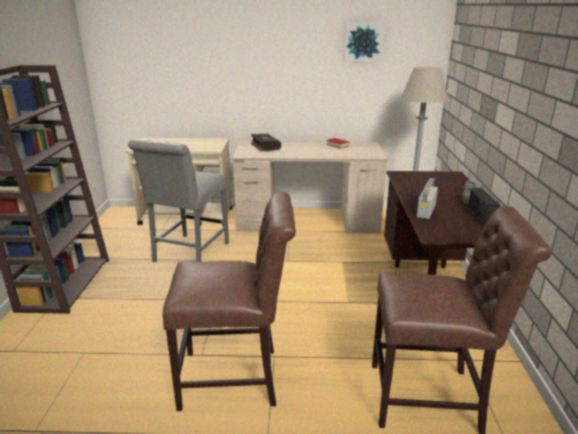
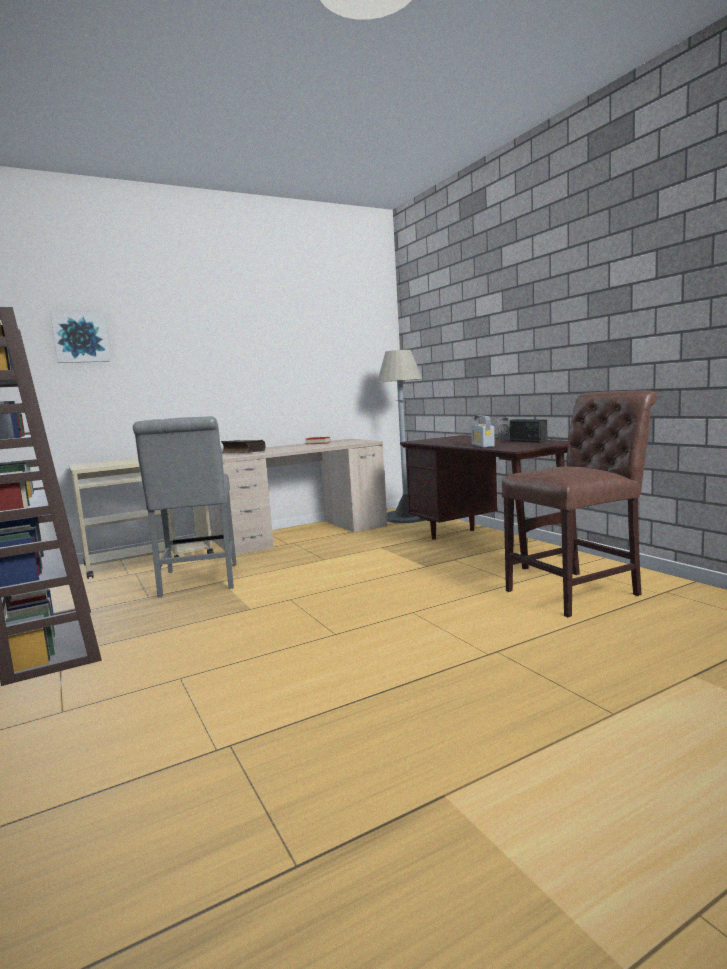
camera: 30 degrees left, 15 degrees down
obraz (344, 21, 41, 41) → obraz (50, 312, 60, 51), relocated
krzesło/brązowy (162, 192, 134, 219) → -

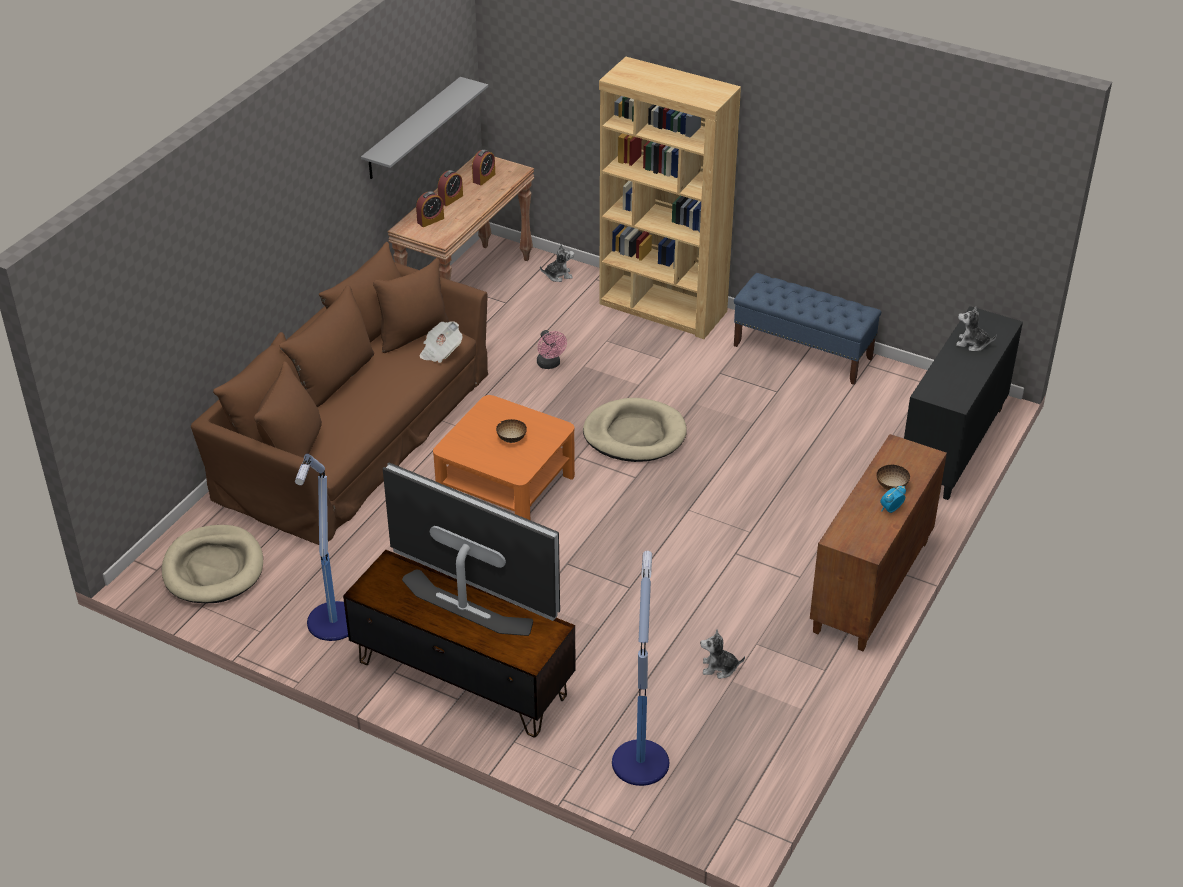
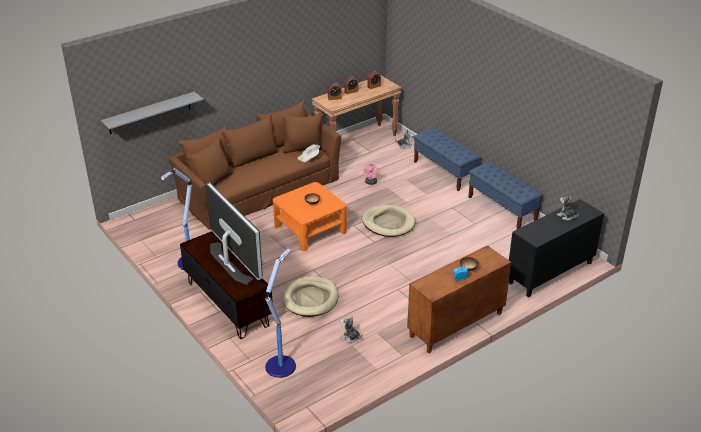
camera: 25 degrees right, 5 degrees down
regał/brązowy (599, 57, 142, 282) → ławka/niebieski (414, 128, 67, 63)
półka/szary (361, 77, 127, 102) → półka/szary (101, 92, 102, 42), relocated
legowisko/beżowy (162, 525, 101, 78) → legowisko/beżowy (283, 276, 55, 41), relocated

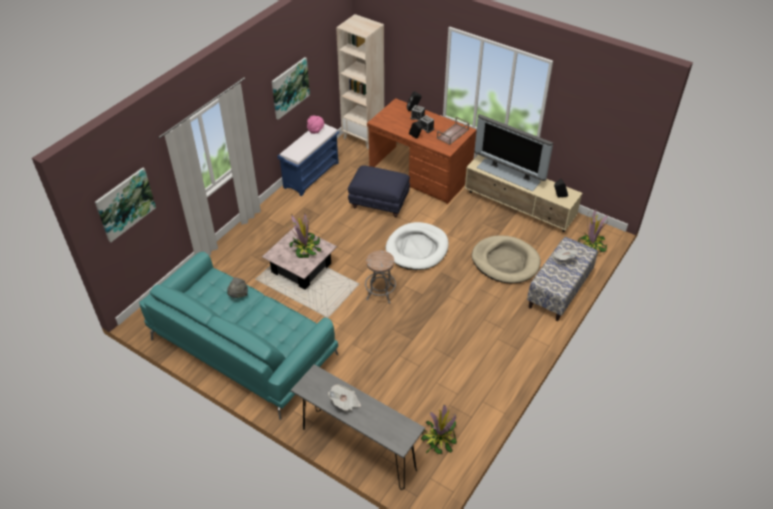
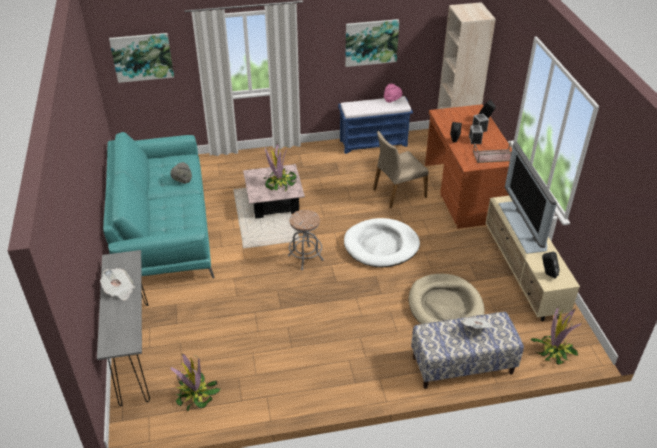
camera: 45 degrees right, 5 degrees down
pufa/niebieski (348, 165, 62, 52) → krzesło/beżowy (373, 131, 55, 77)

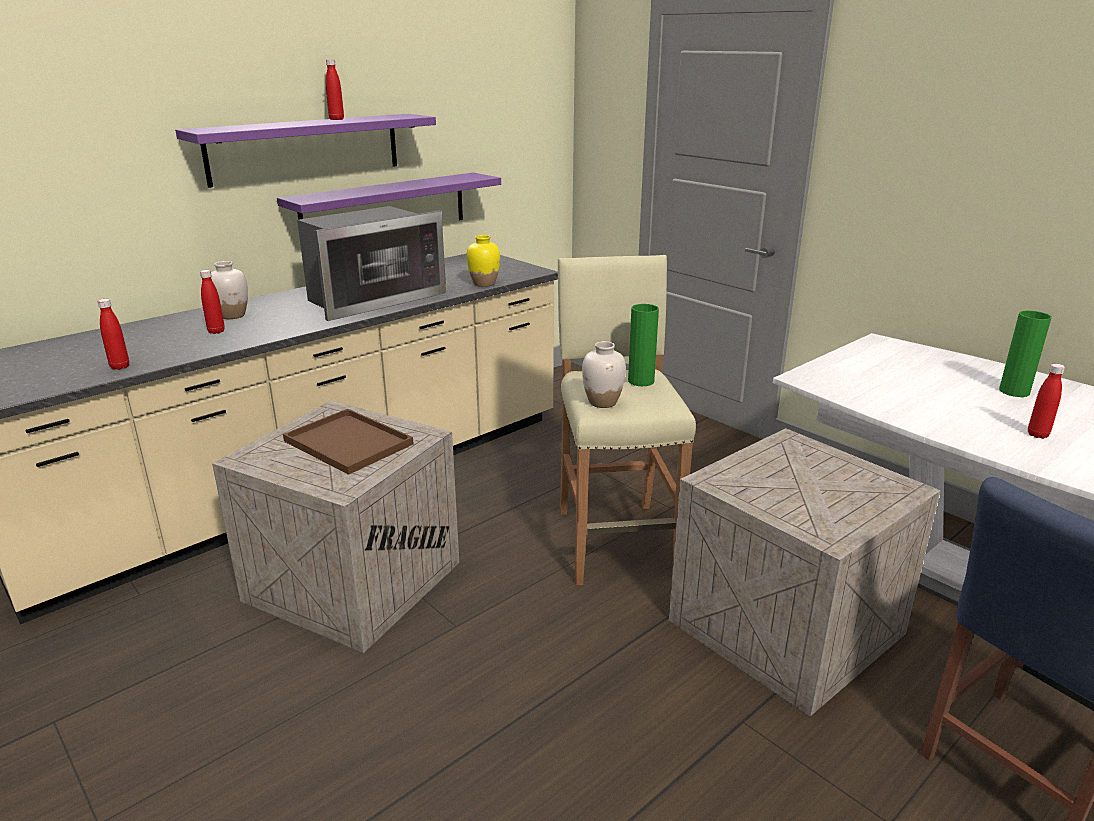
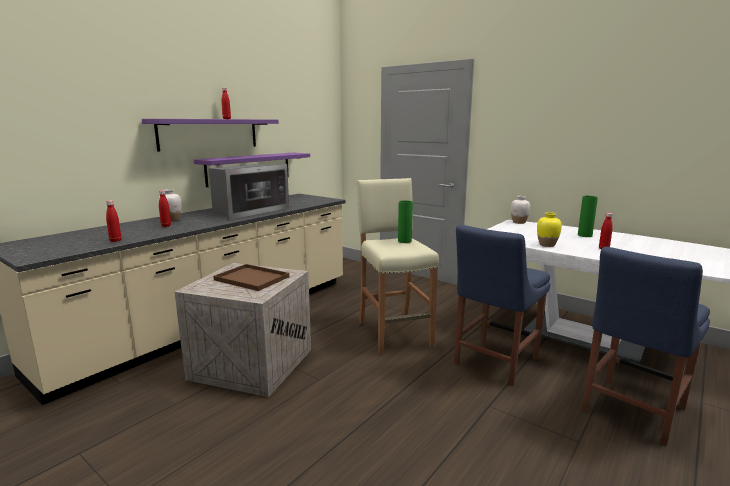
camera: 10 degrees left, 10 degrees down
wazon/żółty (467, 235, 33, 52) → wazon/żółty (537, 212, 25, 35), relocated
wazon/biały (582, 341, 44, 67) → wazon/biały (511, 196, 19, 28), relocated
skrzynka (669, 428, 272, 288) → krzesło/niebieski (454, 225, 97, 161)

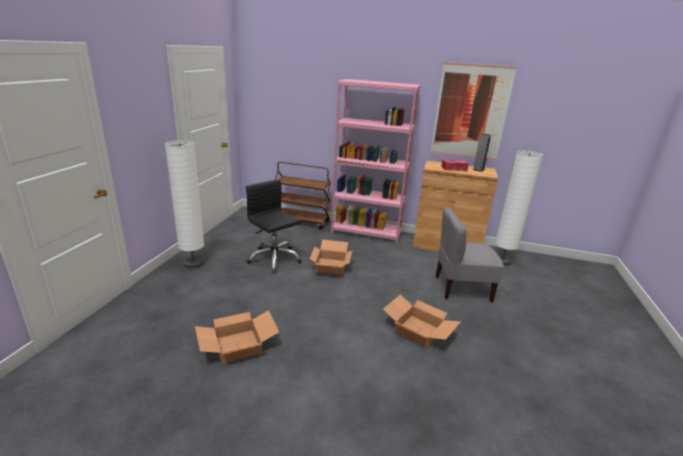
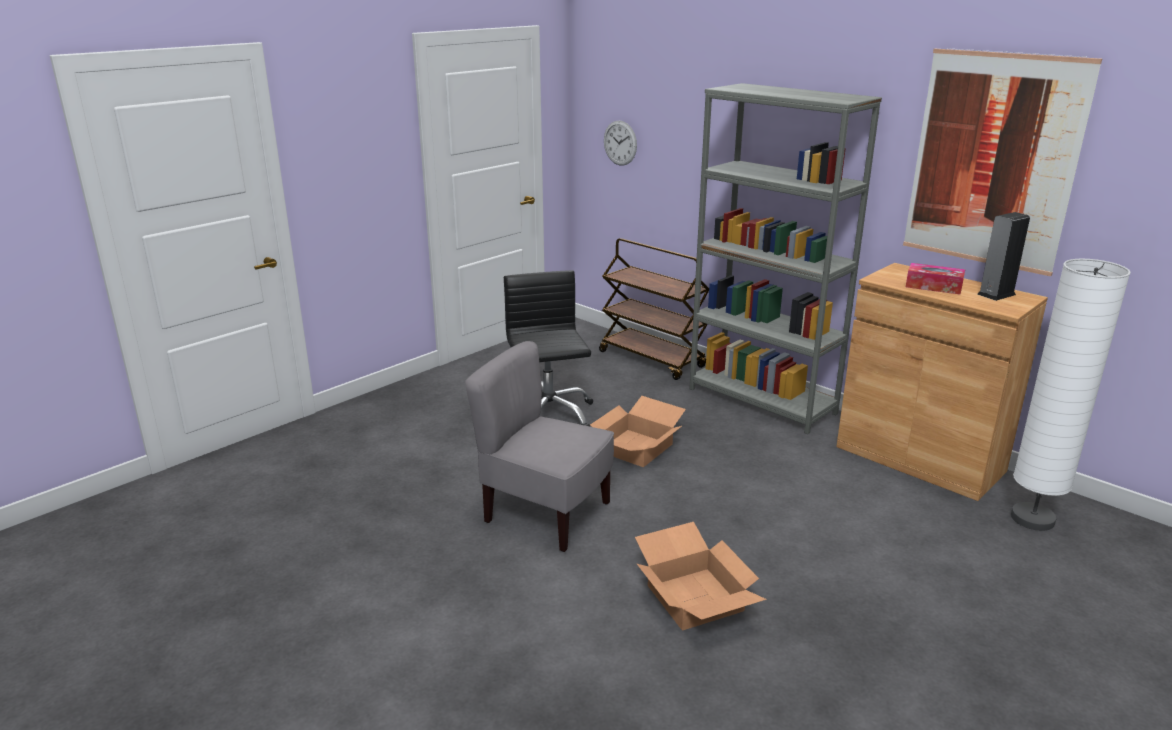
camera: 30 degrees right, 0 degrees up
regał/różowy (331, 79, 89, 165) → regał/szary (689, 83, 193, 351)
lampa stojąca/biały (165, 140, 39, 128) → -
krzesło/szary (436, 207, 68, 95) → krzesło/szary (465, 341, 149, 211), relocated
karton (195, 310, 84, 54) → -
- → zegar ścienny (604, 121, 33, 45)

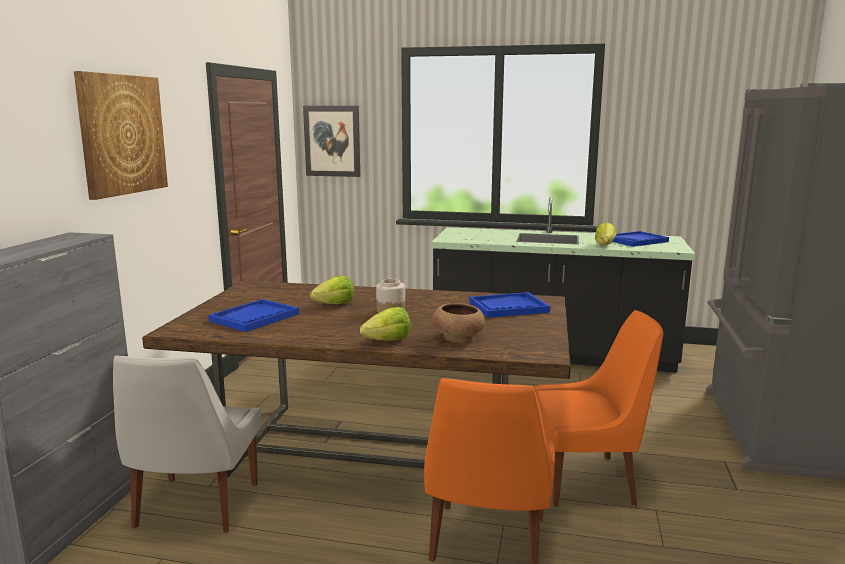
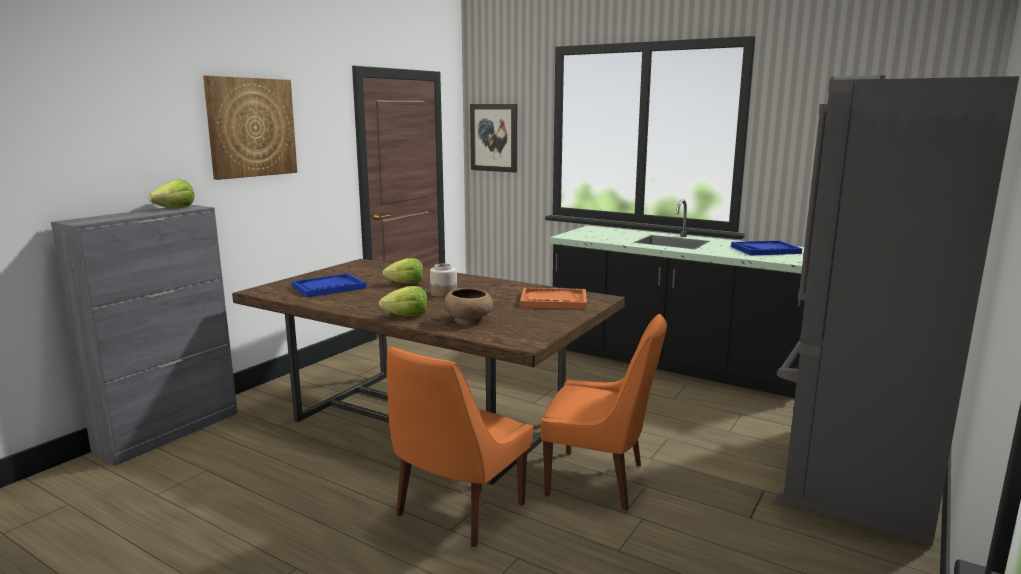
camera: 20 degrees right, 0 degrees up
sałata (595, 222, 22, 23) → sałata (149, 180, 45, 28), relocated
taca/niebieski (469, 292, 81, 26) → taca/pomarańczowy (520, 288, 67, 21)
krzesło/biały (113, 356, 148, 177) → -

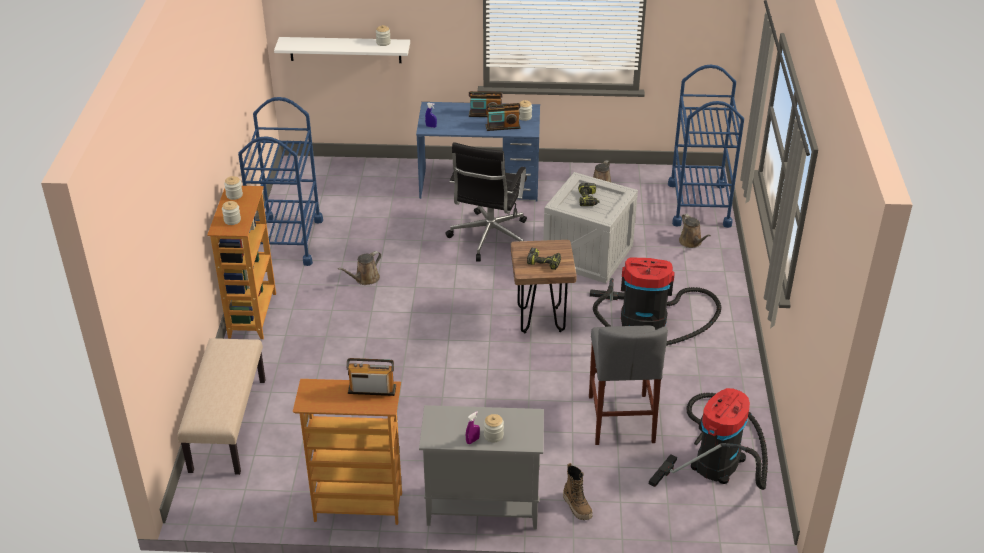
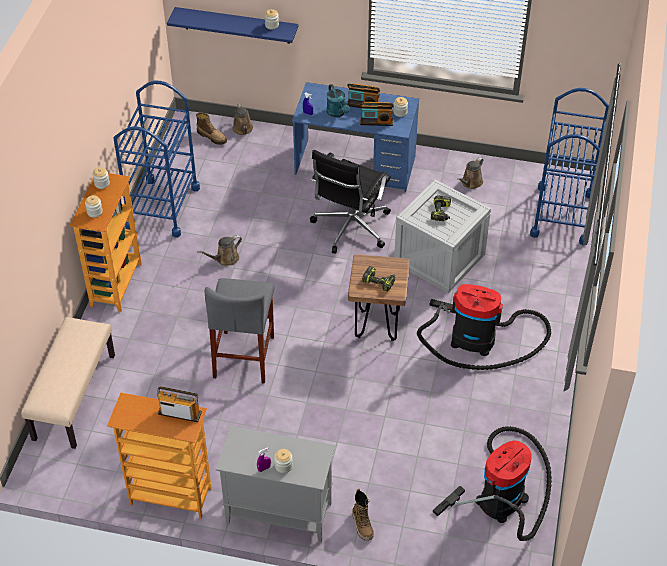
camera: 10 degrees right, 10 degrees up
półka/biały (274, 37, 136, 26) → półka/niebieski (167, 7, 132, 37)
konewka/brązowy (679, 213, 32, 35) → konewka/brązowy (233, 103, 20, 32), relocated
stołek/szary (589, 326, 79, 119) → stołek/szary (204, 278, 70, 106), relocated
- → konewka/turkusowy (327, 84, 23, 33)
- → but z cholewką (196, 113, 31, 32)

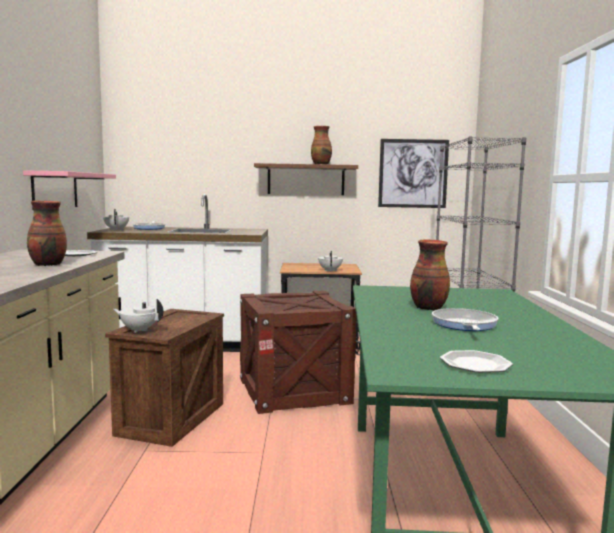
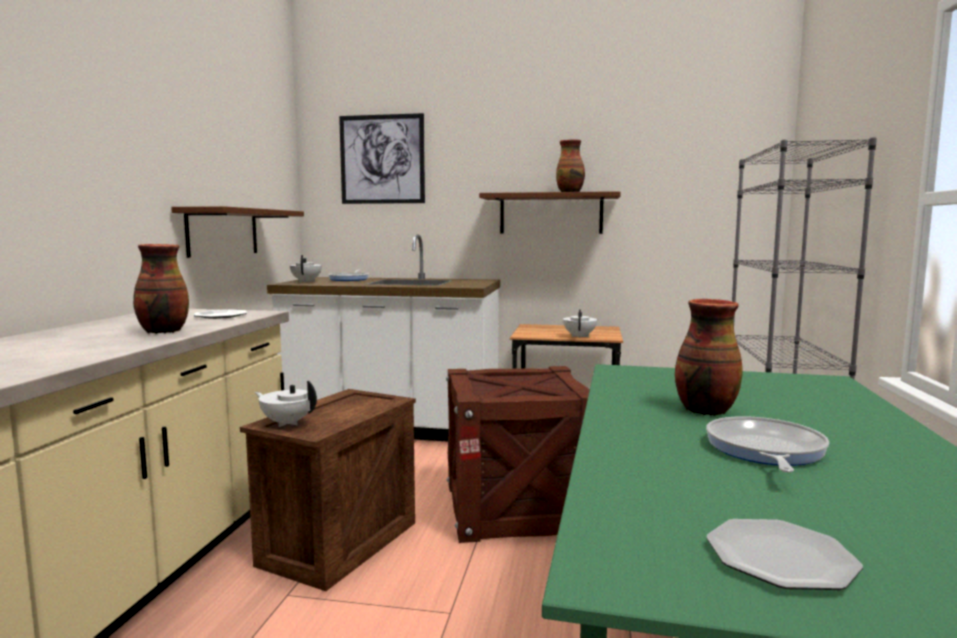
camera: 10 degrees right, 0 degrees up
obraz (378, 139, 71, 69) → obraz (339, 113, 86, 91), relocated
półka/różowy (23, 170, 93, 38) → półka/brązowy (171, 206, 133, 52)

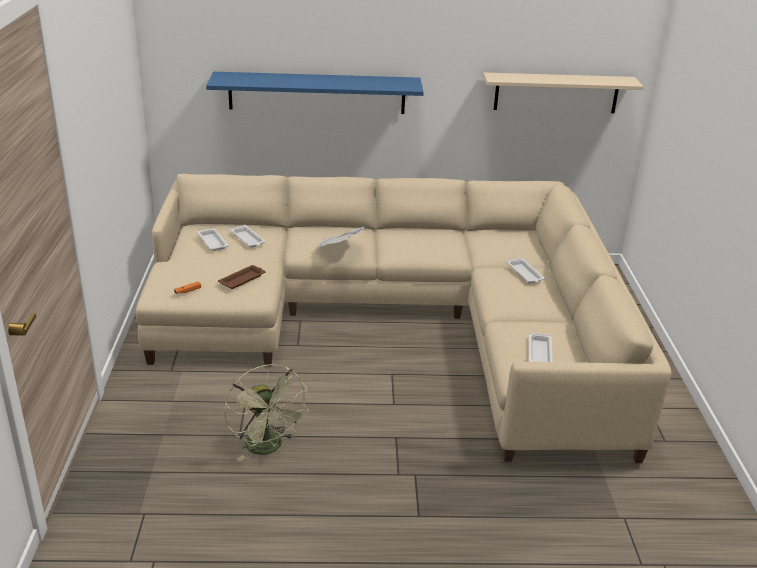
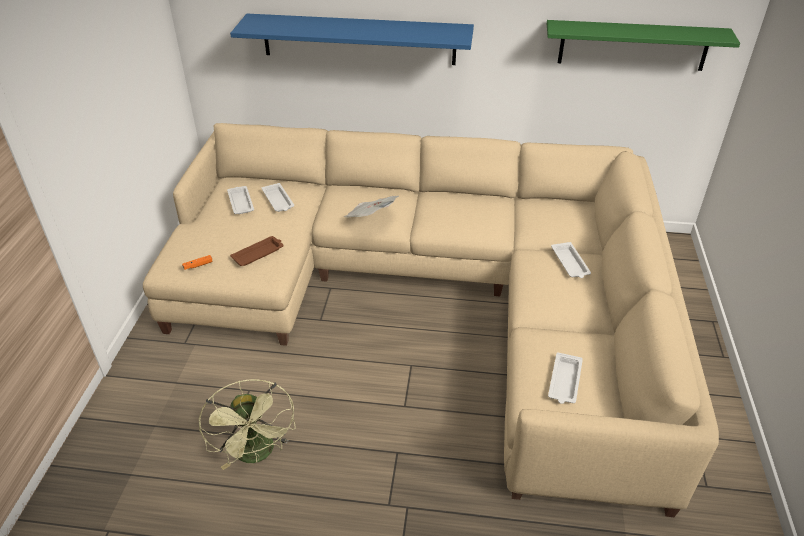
camera: 10 degrees right, 10 degrees up
półka/beżowy (483, 72, 161, 41) → półka/zielony (547, 20, 193, 51)

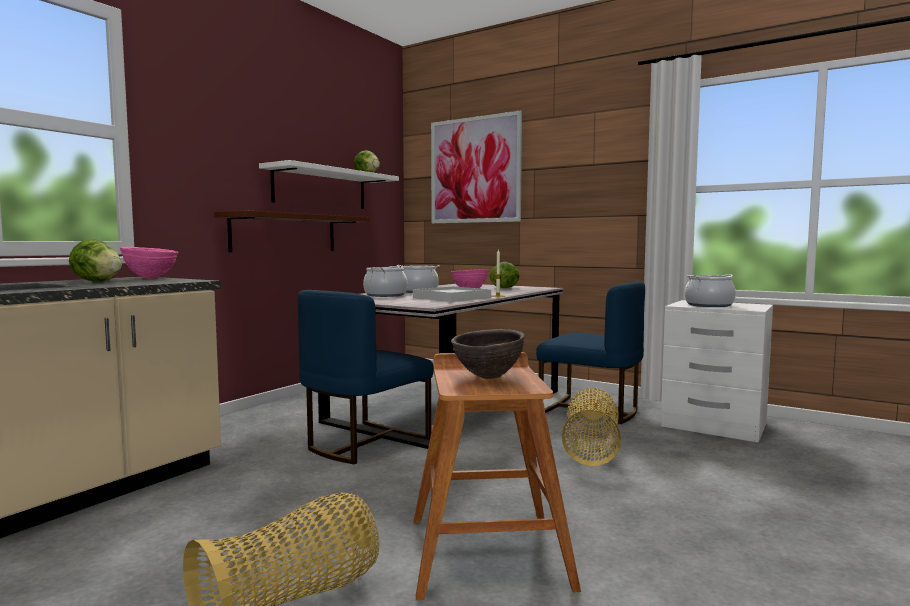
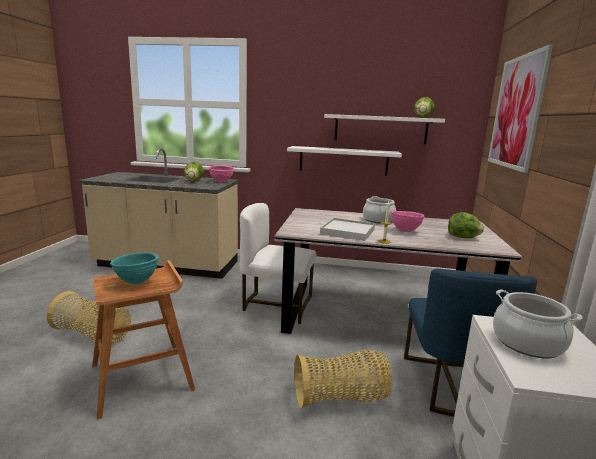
camera: 65 degrees right, 10 degrees up
półka/brązowy (214, 210, 156, 42) → półka/biały (287, 146, 115, 30)
garnek (363, 266, 45, 31) → -
krzesło/niebieski (298, 290, 136, 174) → krzesło/biały (240, 203, 76, 121)
miska/brązowy (451, 329, 74, 50) → miska/turkusowy (110, 253, 49, 31)

